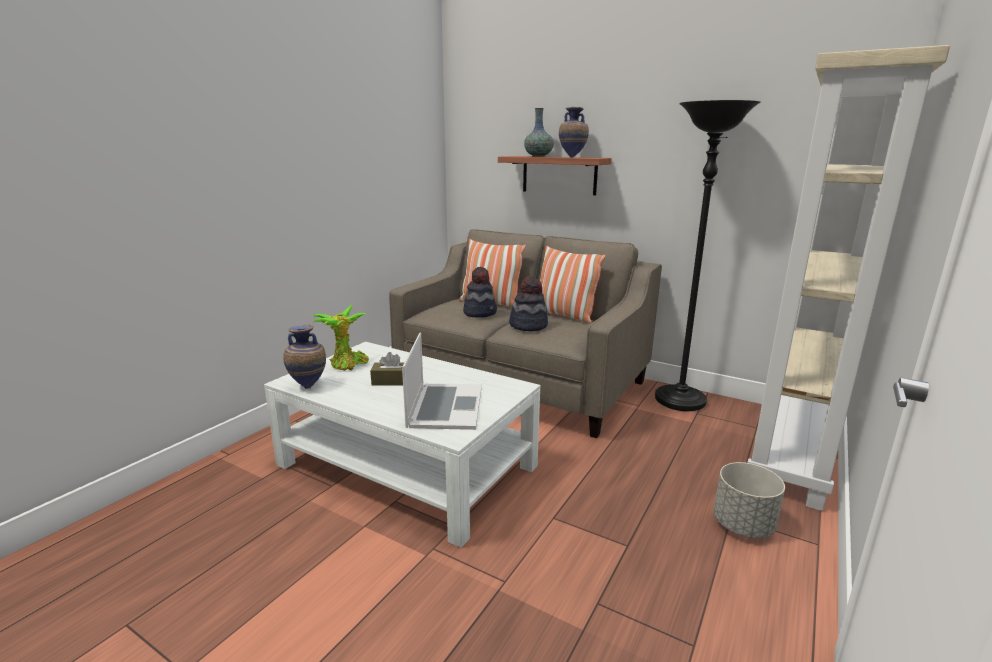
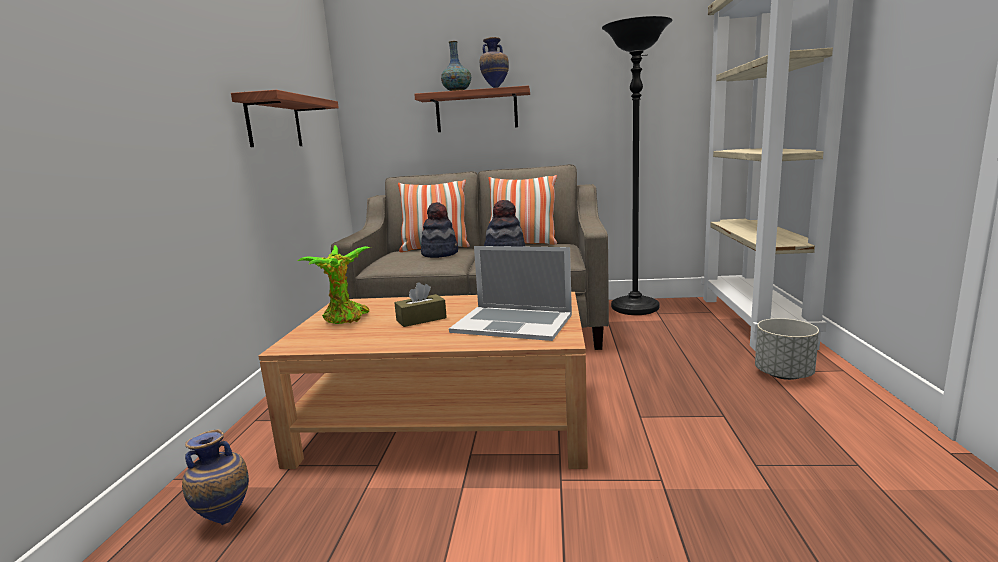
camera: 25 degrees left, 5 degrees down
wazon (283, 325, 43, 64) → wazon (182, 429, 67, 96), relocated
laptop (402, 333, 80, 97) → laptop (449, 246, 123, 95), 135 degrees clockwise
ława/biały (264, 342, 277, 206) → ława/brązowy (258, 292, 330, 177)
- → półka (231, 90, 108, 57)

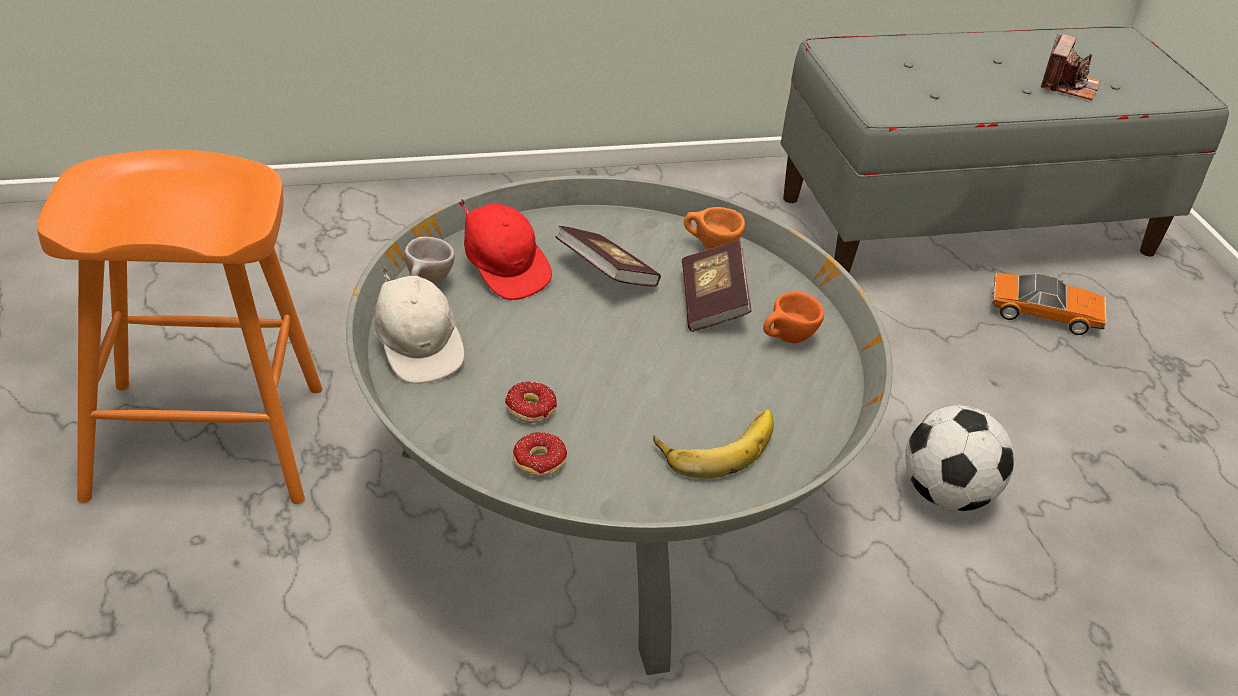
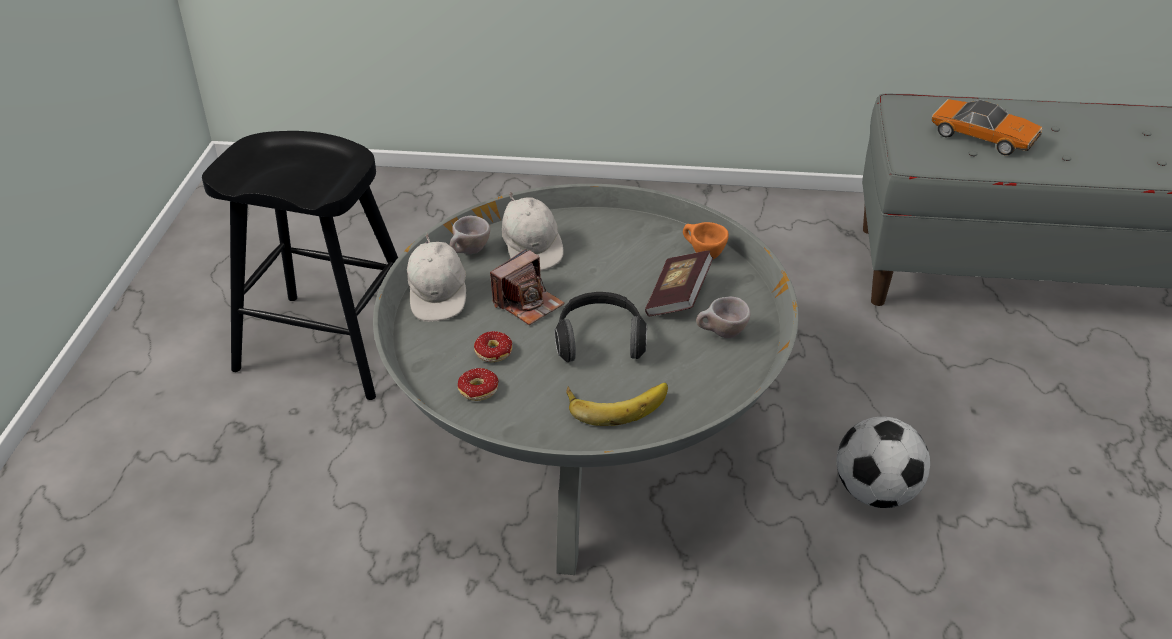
camera: 25 degrees right, 0 degrees up
aparat fotograficzny (1041, 34, 59, 66) → aparat fotograficzny (490, 249, 75, 76), relocated
stołek/pomarańczowy (37, 150, 285, 354) → stołek/czarny (202, 131, 196, 269)
czapka z daszkiem/czerwony (459, 199, 93, 101) → czapka z daszkiem/biały (502, 191, 61, 80)
książka (555, 226, 106, 61) → -
samochodzik (992, 273, 114, 62) → samochodzik (932, 99, 111, 56), relocated
filiżanka/pomarańczowy (763, 292, 61, 51) → filiżanka/beżowy (696, 296, 54, 42)
- → słuchawki (554, 292, 93, 70)

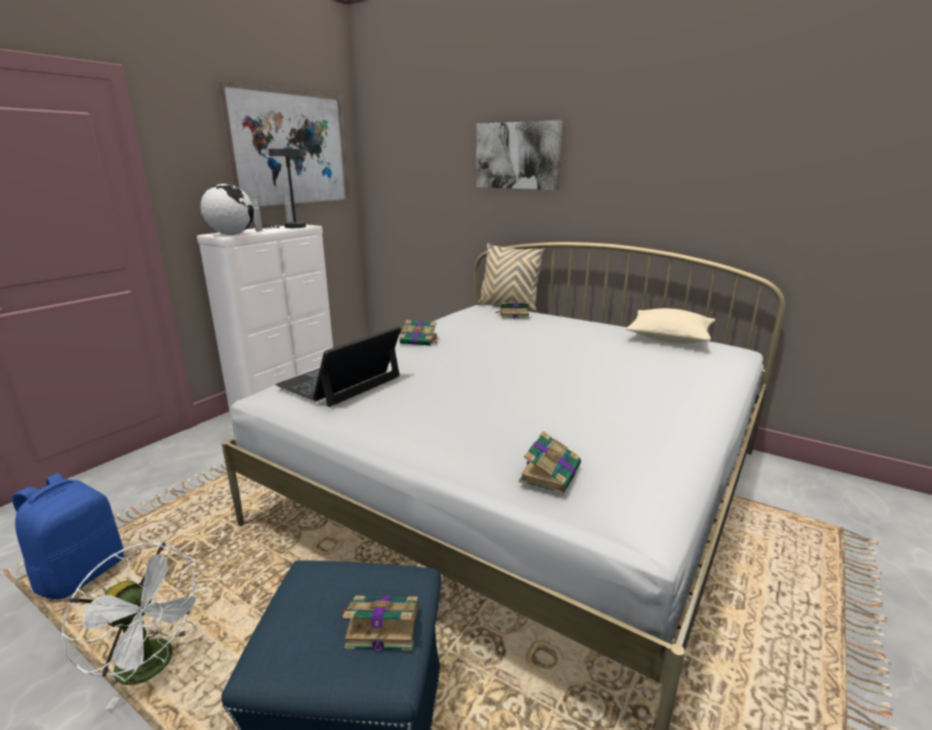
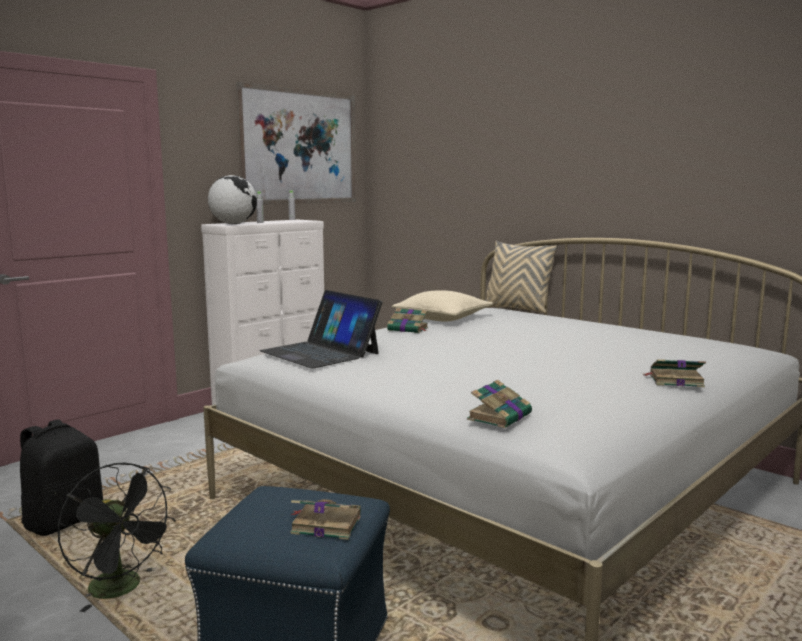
camera: 10 degrees right, 10 degrees down
obraz (476, 120, 87, 70) → -
lampa stołowa/szary (262, 148, 44, 81) → -
książka (496, 303, 34, 16) → książka (643, 359, 63, 28), relocated
poduszka/beżowy (626, 308, 89, 36) → poduszka/beżowy (392, 290, 101, 32), relocated
laptop (275, 326, 126, 81) → laptop (259, 290, 123, 79), 90 degrees counterclockwise
plecak/niebieski (12, 473, 112, 126) → plecak/czarny (20, 419, 83, 117)
wentylator/biały (61, 542, 145, 167) → wentylator/czarny (57, 463, 119, 149)

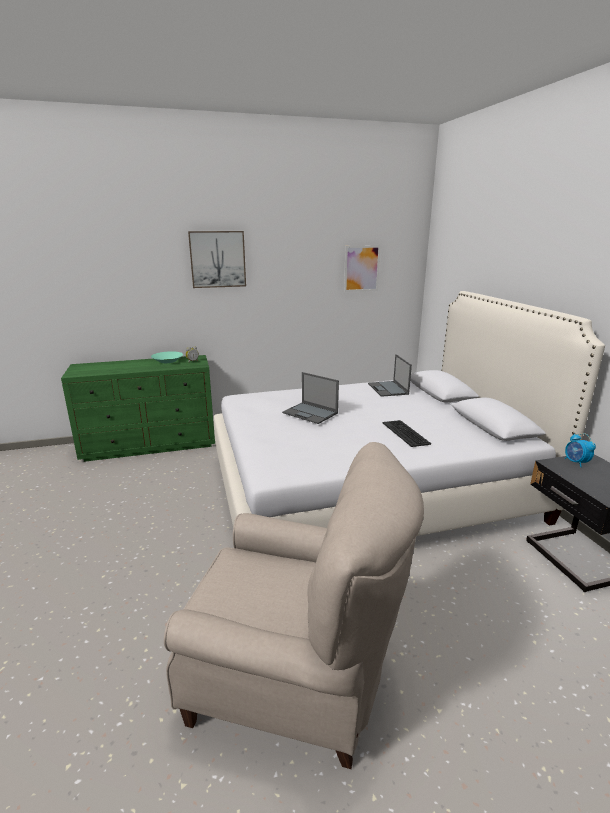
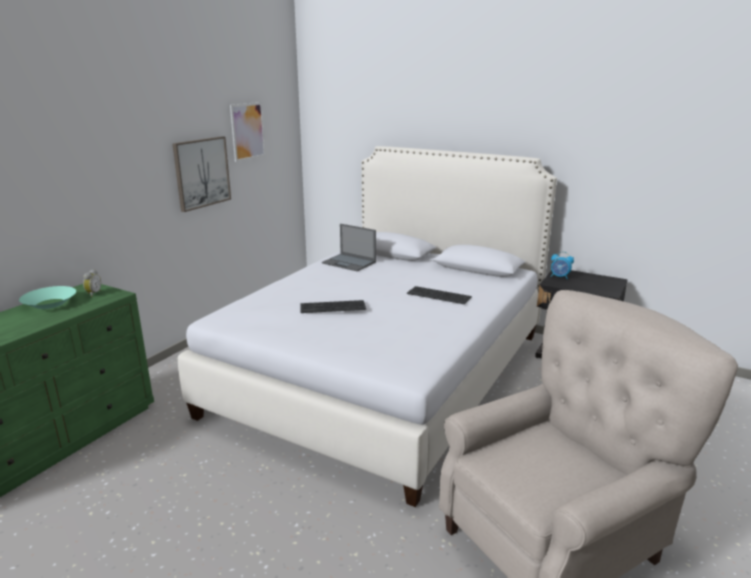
camera: 45 degrees left, 0 degrees up
obraz (188, 231, 58, 57) → obraz (172, 136, 59, 76), relocated
laptop (282, 372, 57, 52) → klawiatura (300, 300, 66, 13)

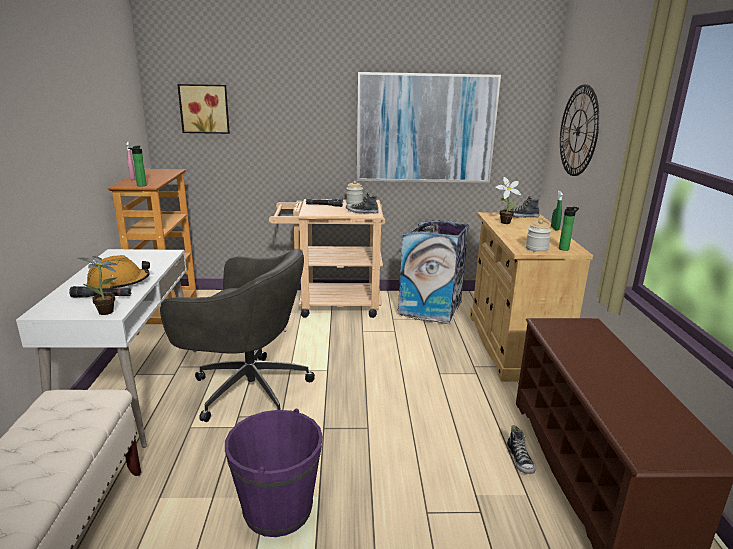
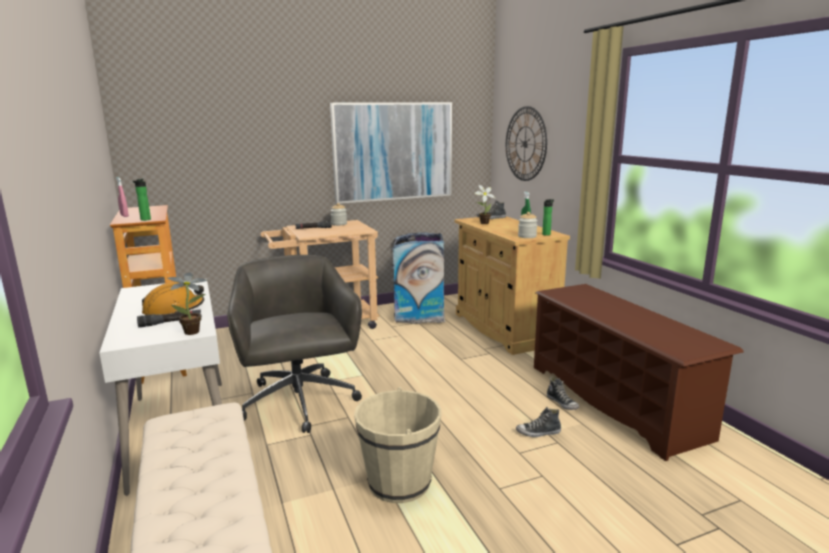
camera: 20 degrees left, 5 degrees down
obraz (177, 84, 53, 50) → -
but (346, 192, 33, 22) → but (516, 407, 45, 30), relocated
krzesło biurowe/szary (160, 249, 155, 173) → krzesło biurowe/szary (227, 255, 135, 178), 105 degrees counterclockwise
wiadro/fioletowy (225, 409, 98, 128) → wiadro/beżowy (354, 387, 87, 116)

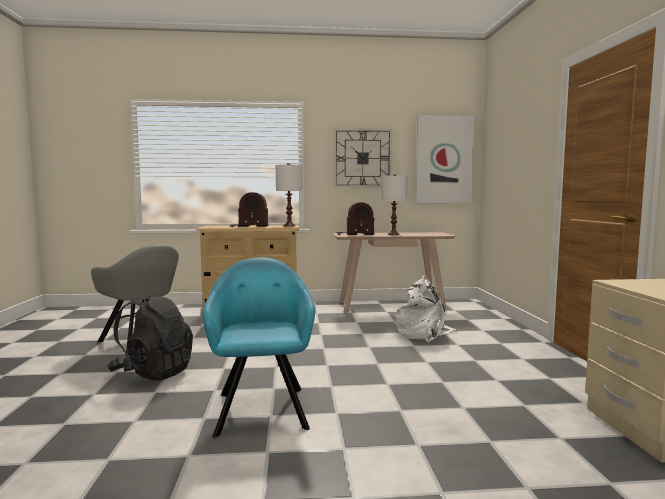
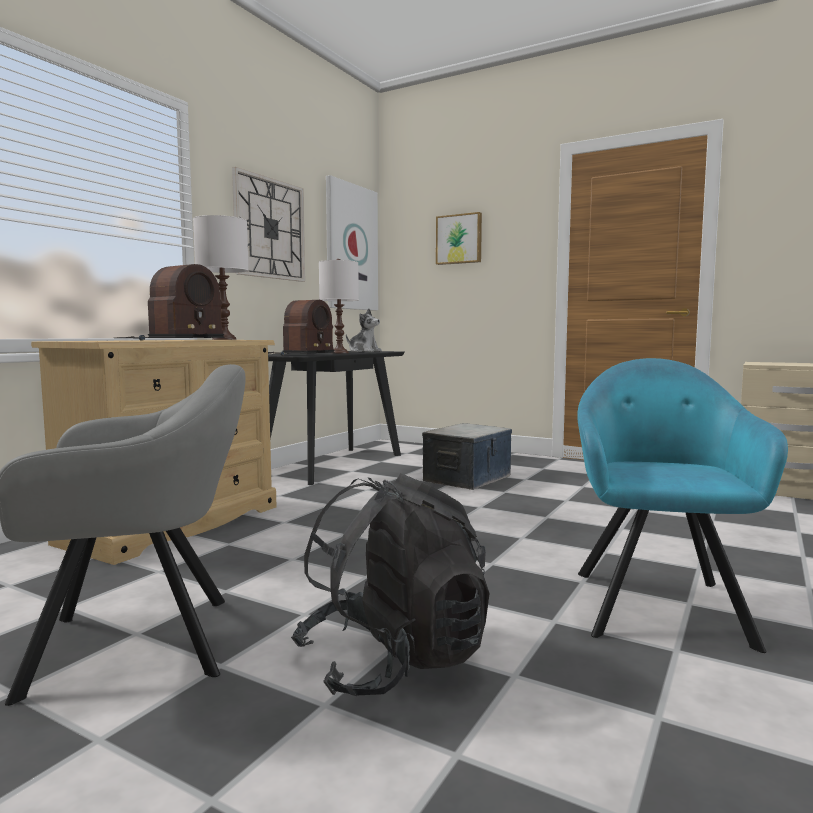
camera: 55 degrees left, 0 degrees up
stolik konsolowy/beżowy (333, 232, 123, 81) → stolik konsolowy/czarny (268, 351, 137, 134)
fotel/turkusowy (202, 257, 113, 180) → fotel/turkusowy (577, 358, 211, 295), 75 degrees clockwise
plecak/biały (396, 275, 62, 67) → pojemnik do przechowywania (422, 423, 90, 67)
- → obraz (436, 212, 46, 53)
- → pluszak (346, 308, 36, 44)

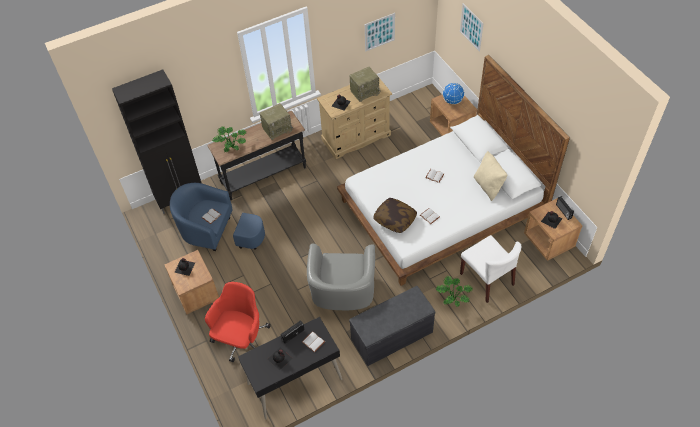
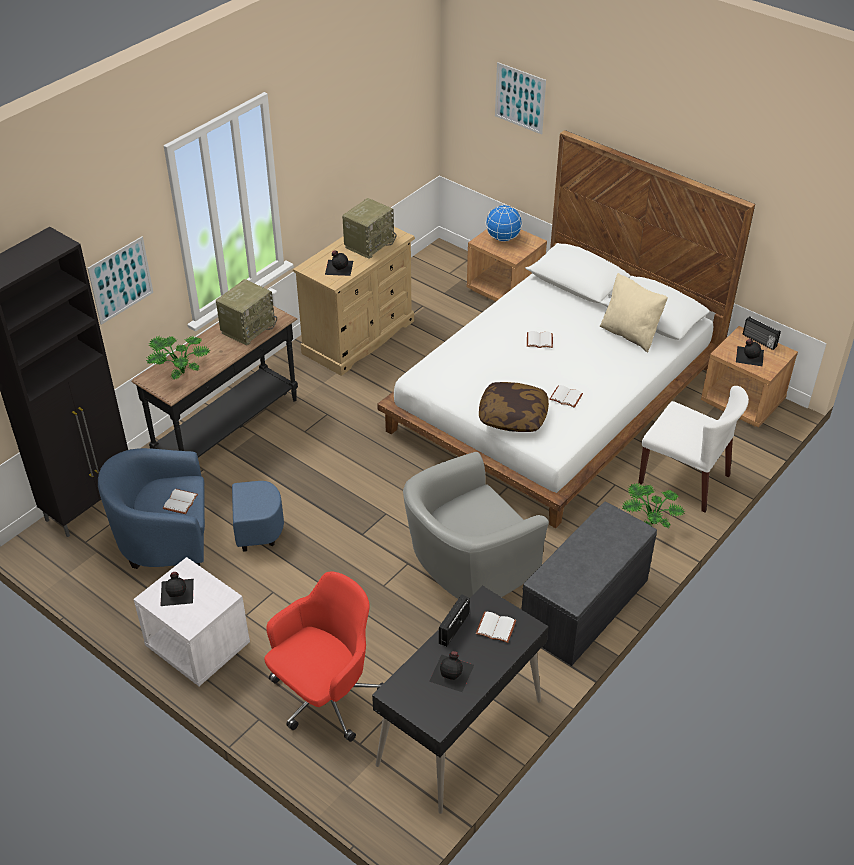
camera: 25 degrees left, 10 degrees down
obraz (365, 13, 30, 39) → obraz (88, 237, 65, 88), relocated
fotel/szary (307, 243, 68, 67) → fotel/szary (403, 452, 146, 147), 75 degrees clockwise
szafka nocna/brązowy (164, 250, 55, 64) → szafka nocna/biały (133, 557, 117, 129)
krzesło biurowe/czerwony (205, 282, 66, 80) → krzesło biurowe/czerwony (264, 571, 120, 171), 45 degrees clockwise

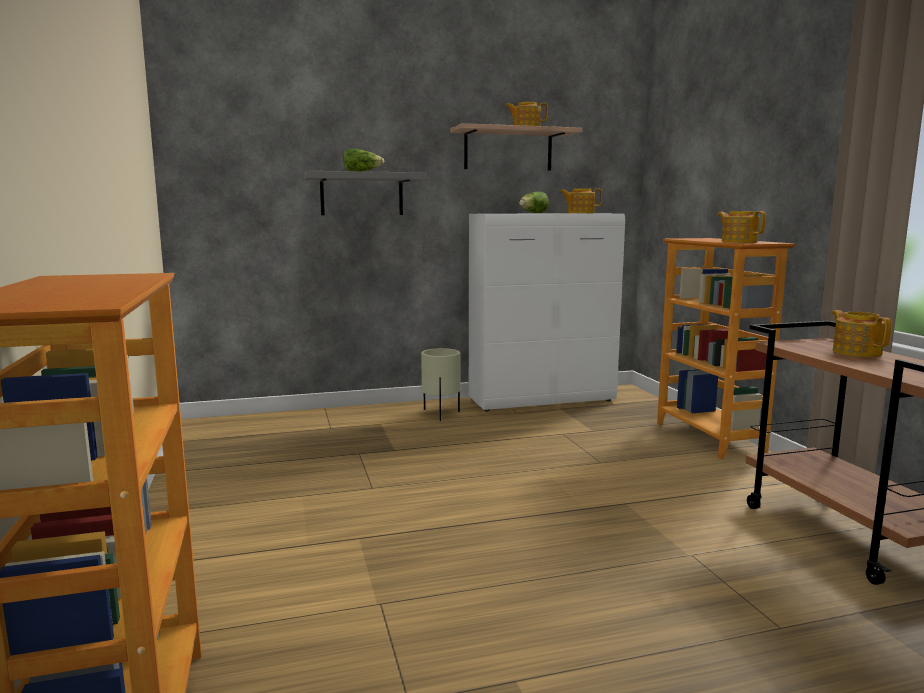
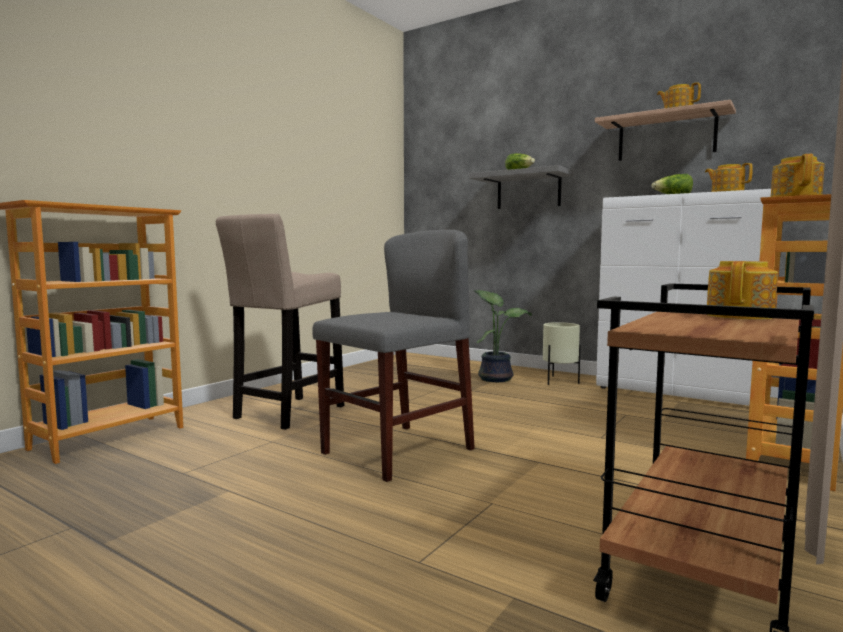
camera: 50 degrees right, 5 degrees down
- → stołek/beżowy (216, 214, 128, 216)
- → krzesło/szary (312, 230, 163, 252)
- → roślina doniczkowa (474, 290, 58, 92)

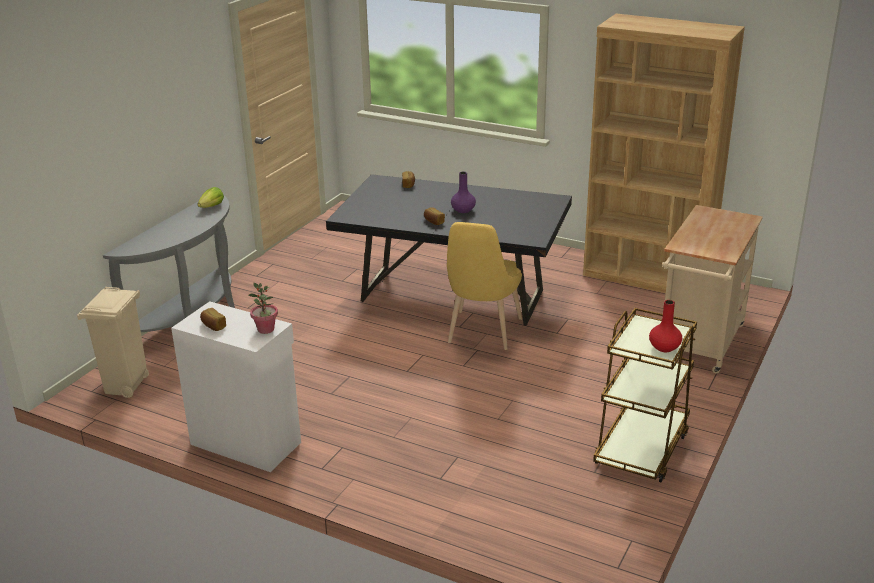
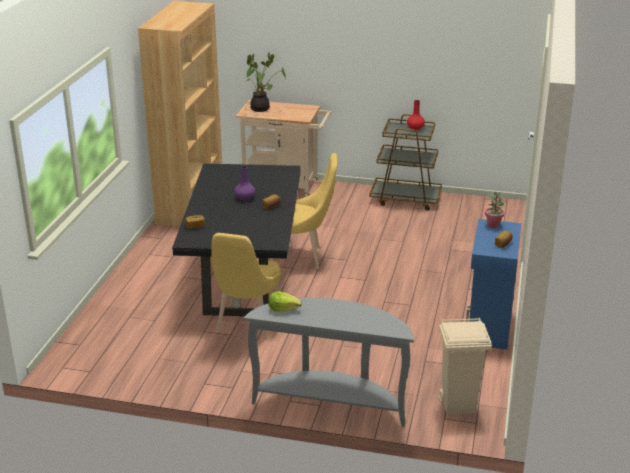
camera: 105 degrees left, 0 degrees up
szafka/biały (171, 301, 130, 171) → szafka/niebieski (466, 219, 55, 131)
- → roślina doniczkowa (246, 53, 40, 59)
- → krzesło/żółty (211, 233, 70, 107)

